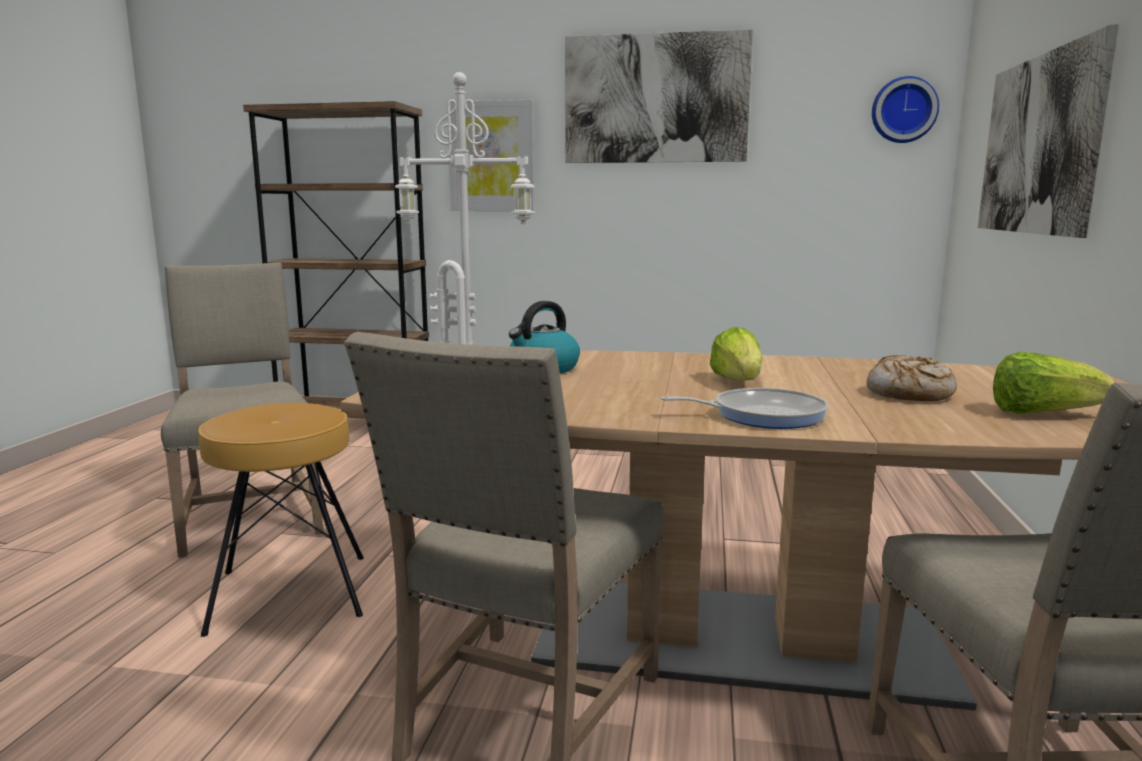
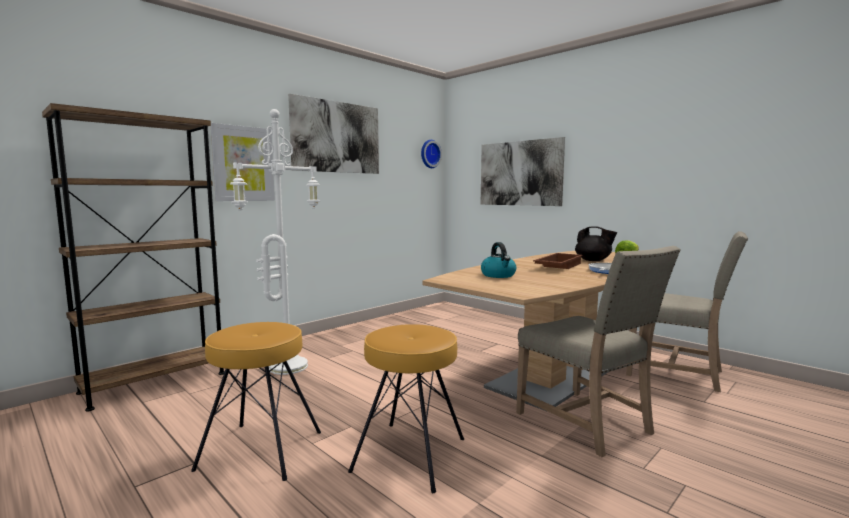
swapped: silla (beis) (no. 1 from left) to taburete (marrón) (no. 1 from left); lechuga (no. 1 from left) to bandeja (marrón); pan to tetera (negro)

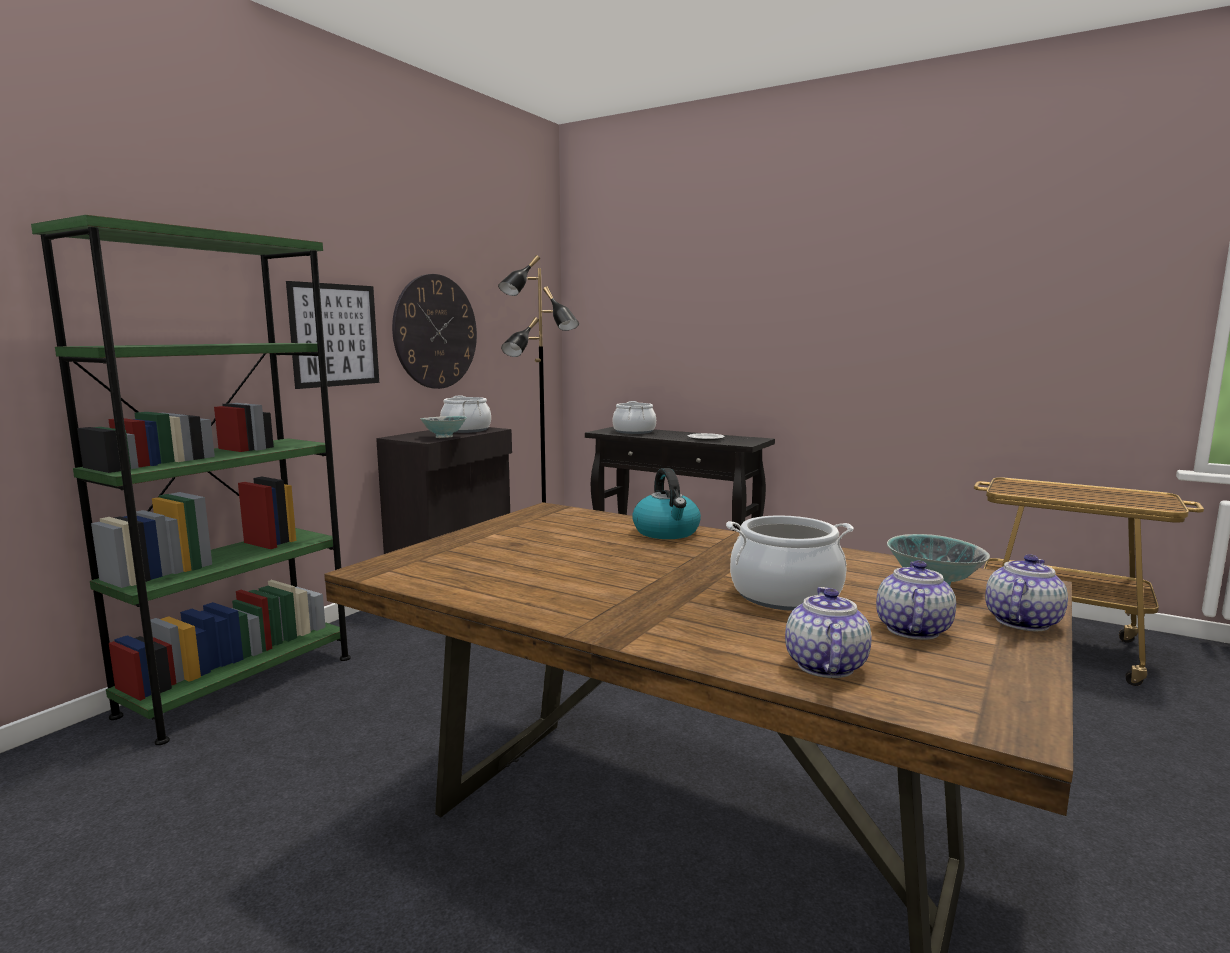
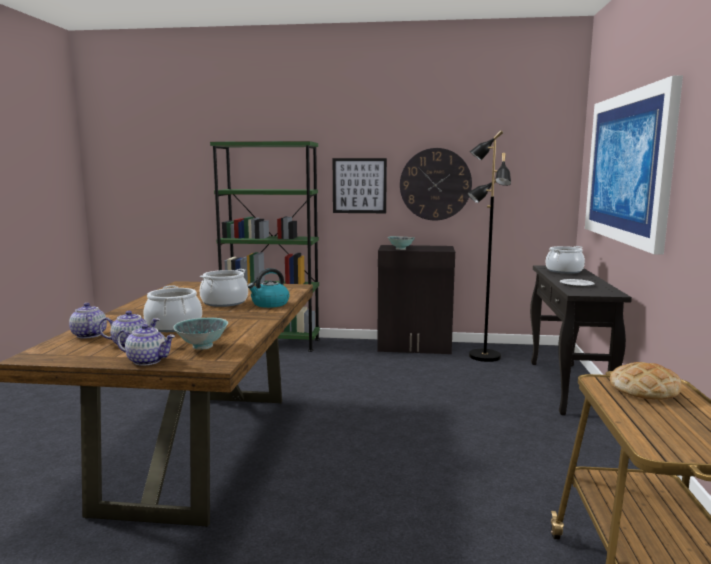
new: cuadro (no. 2 from left); pan
shifted: olla (no. 1 from left in the first image) to olla (no. 2 from left)
rotated: tetera (no. 1 from left) 105 degrees counterclockwise

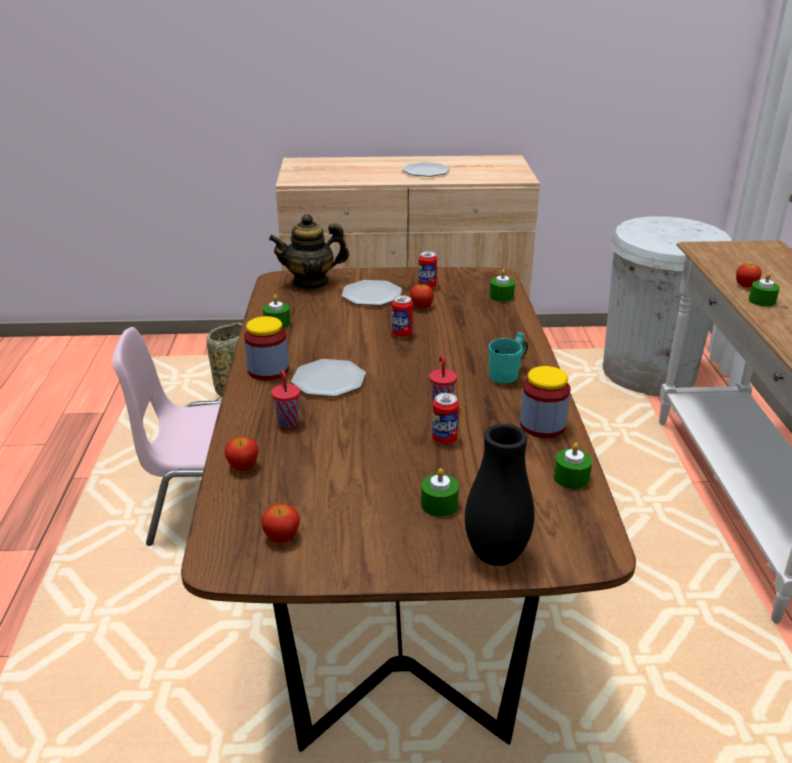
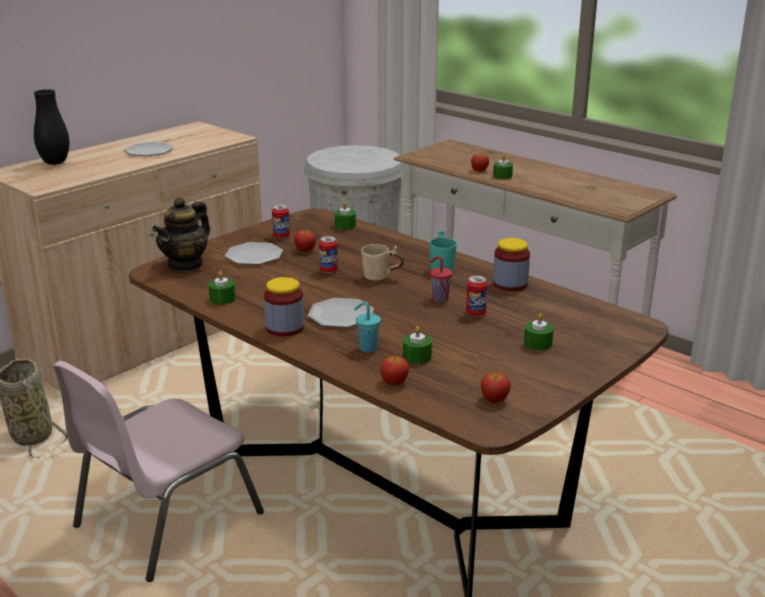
new: taza grande (beis)
shifted: florero (negro); vela (verde) (no. 4 from left in the first image) to vela (verde) (no. 3 from left)
repainted: taza (rojo) (no. 1 from left) to taza (turquesa)

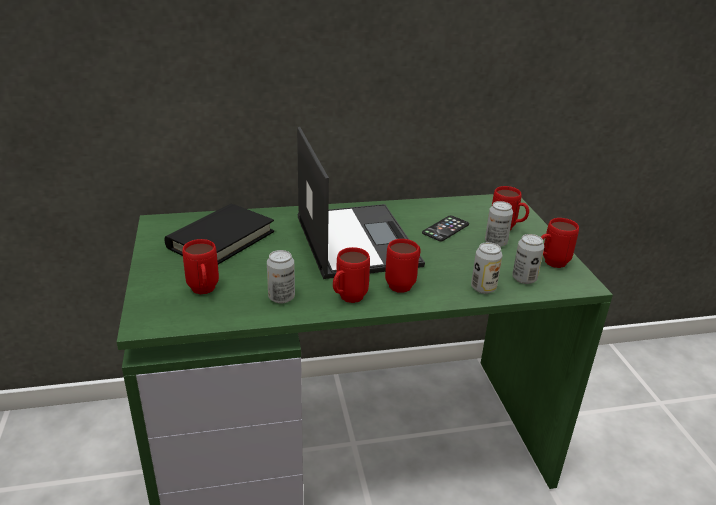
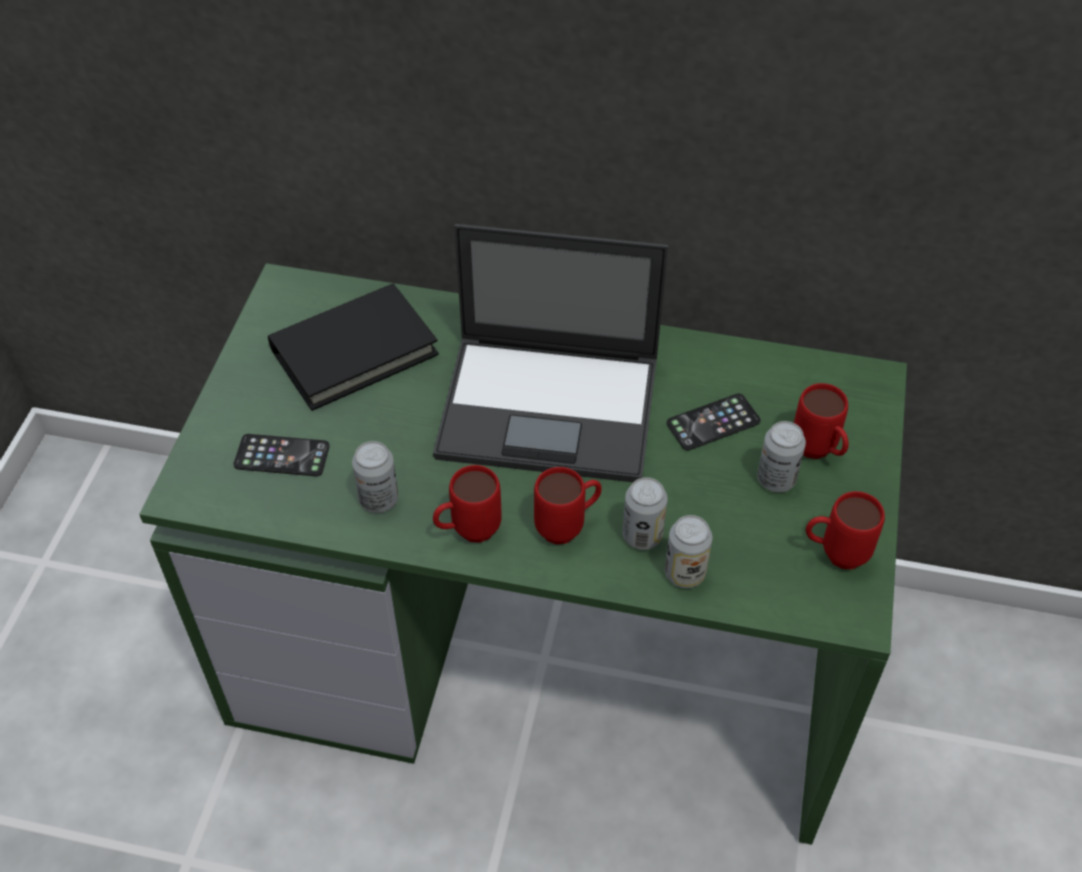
shifted: lata (no. 4 from left in the first image) to lata (no. 2 from left)
swapped: taza grande (rojo) (no. 1 from left) to móvil (no. 1 from left)
rotated: portátil 90 degrees clockwise

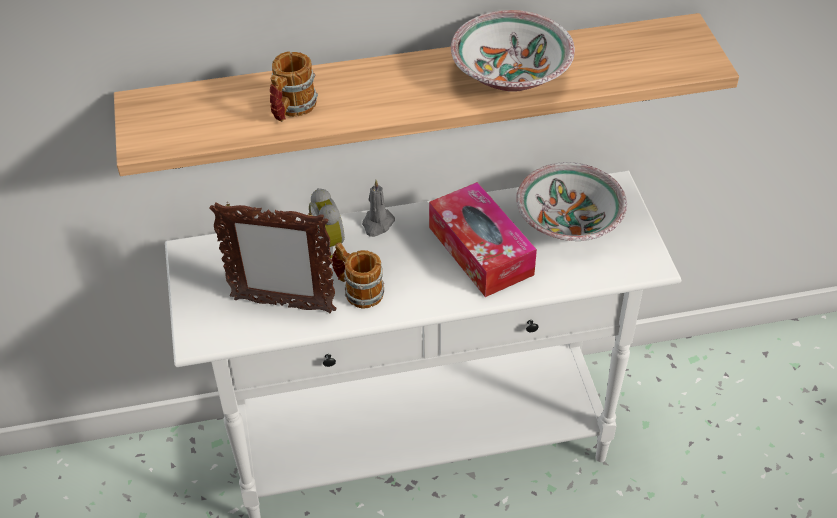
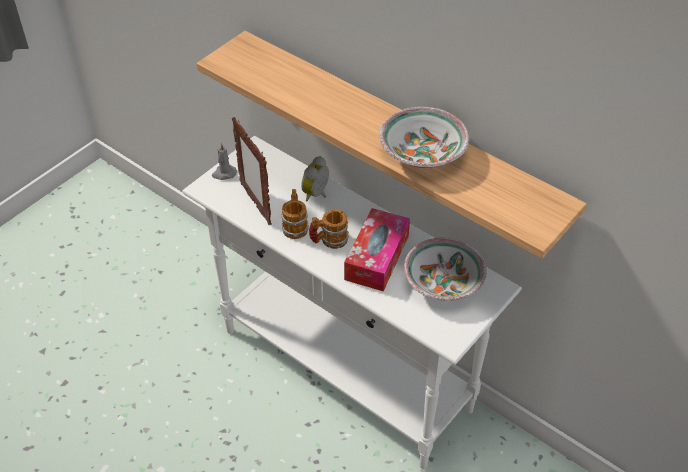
shifted: vela (gris); taza grande (no. 1 from left in the first image) to taza grande (no. 2 from left)

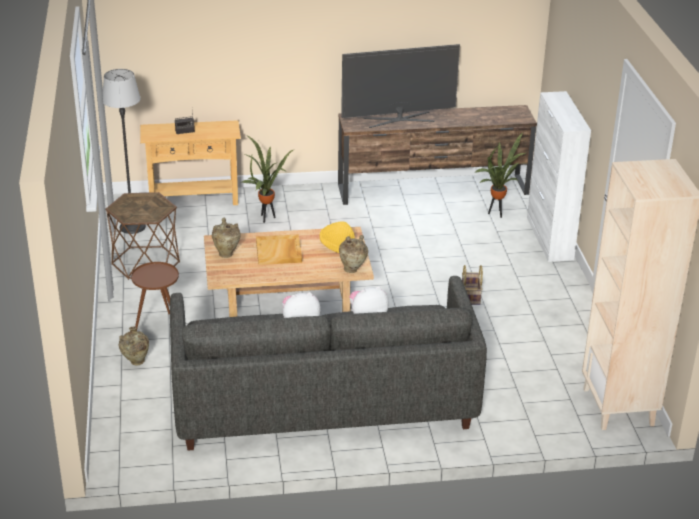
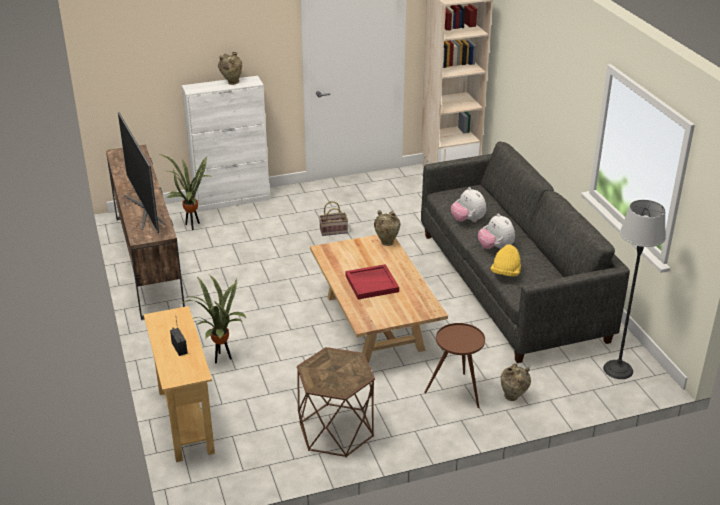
shifted: florero (beis) (no. 2 from left in the first image) to florero (beis) (no. 1 from left); sombrero (amarillo); lámpara de pie
repainted: bandeja (beis) to bandeja (rojo)

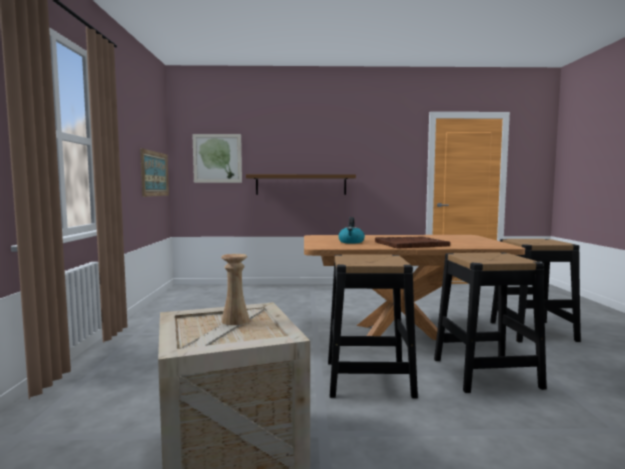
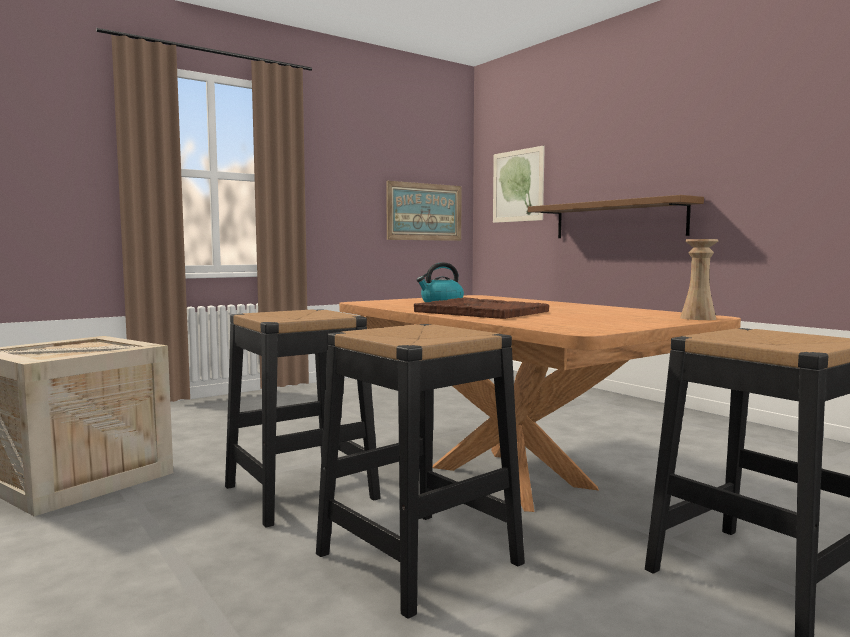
shifted: florero (beis)

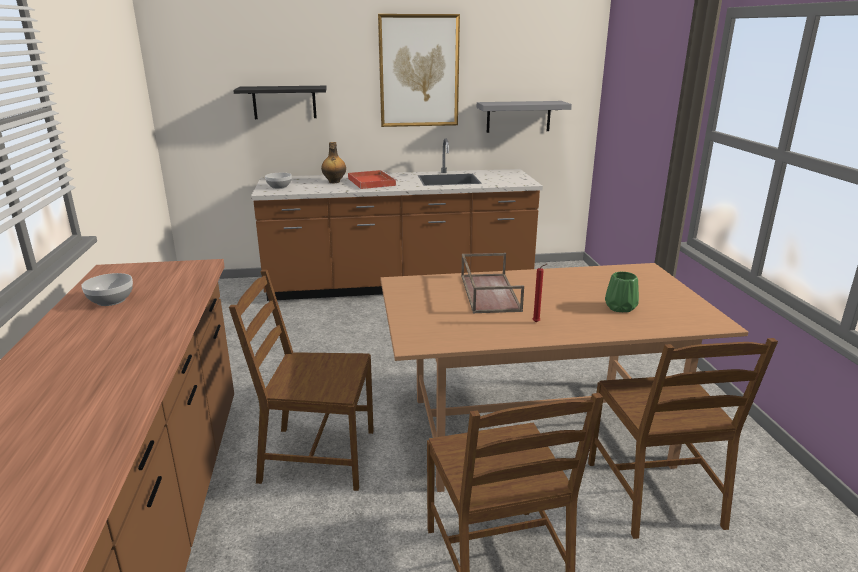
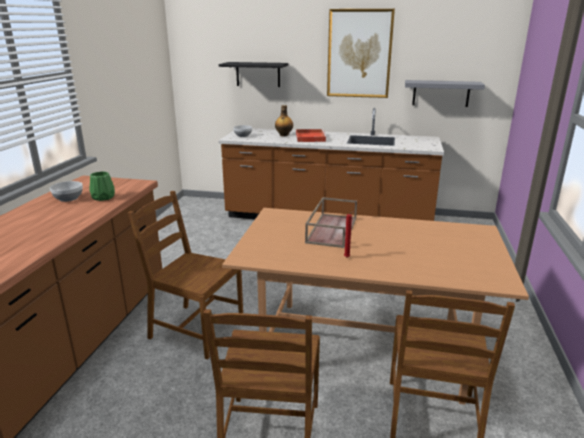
shifted: florero (verde)

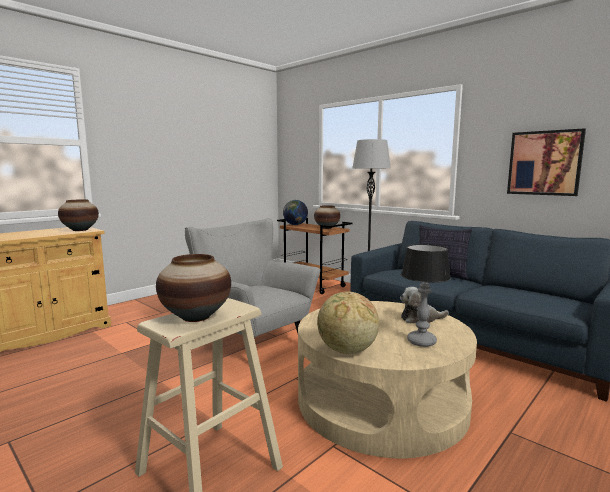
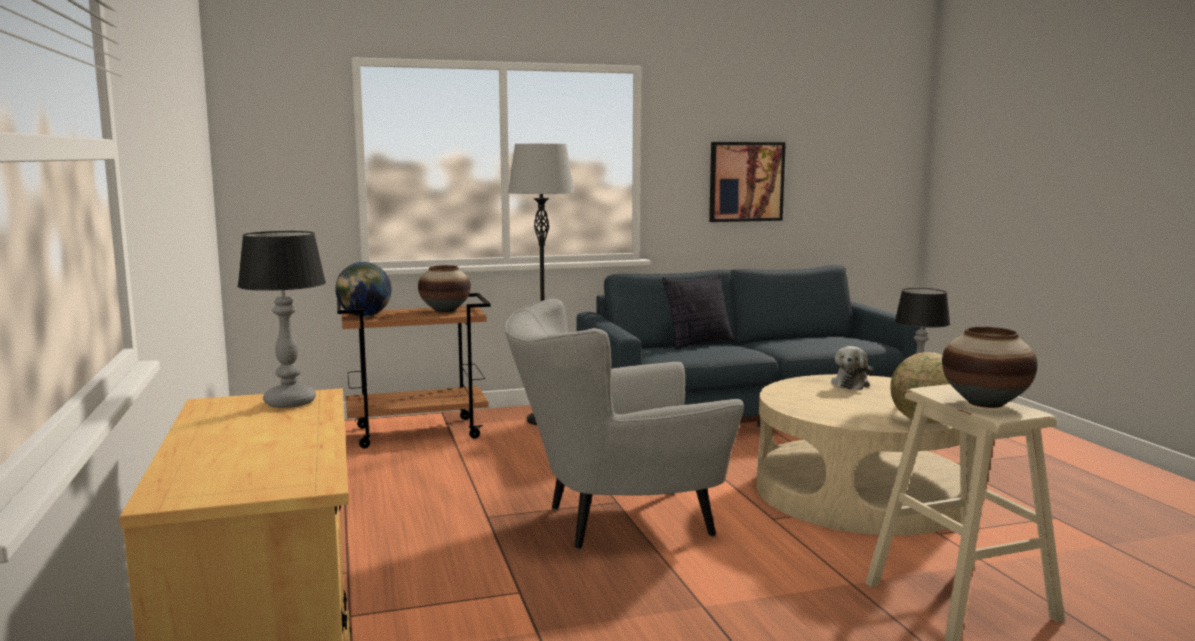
swapped: florero (no. 1 from left) to lámpara de mesa (no. 1 from left)

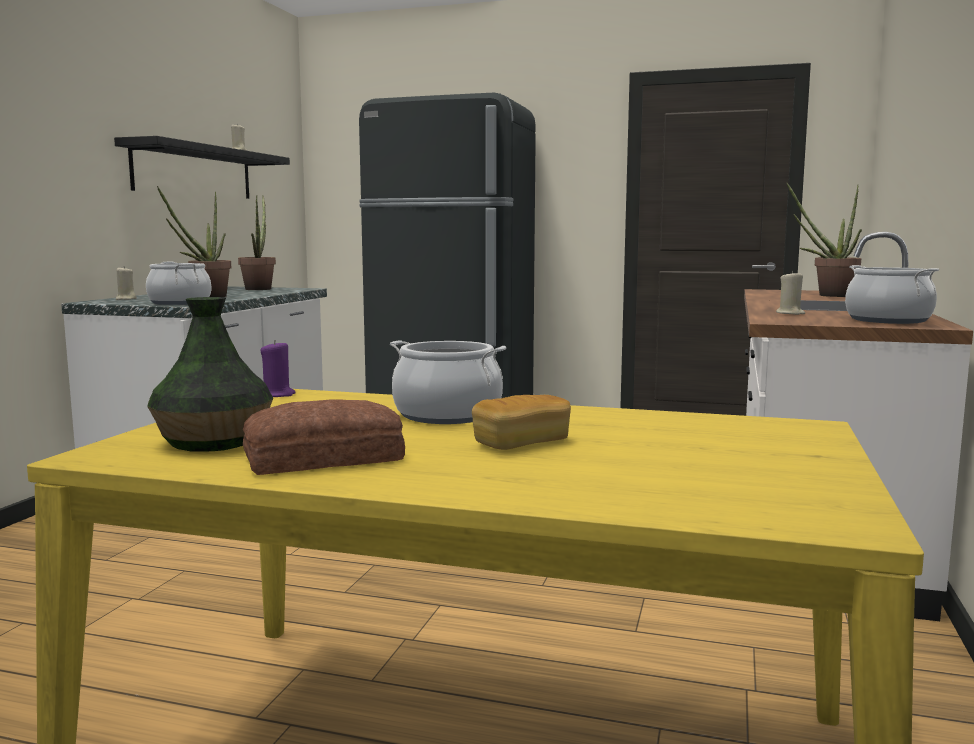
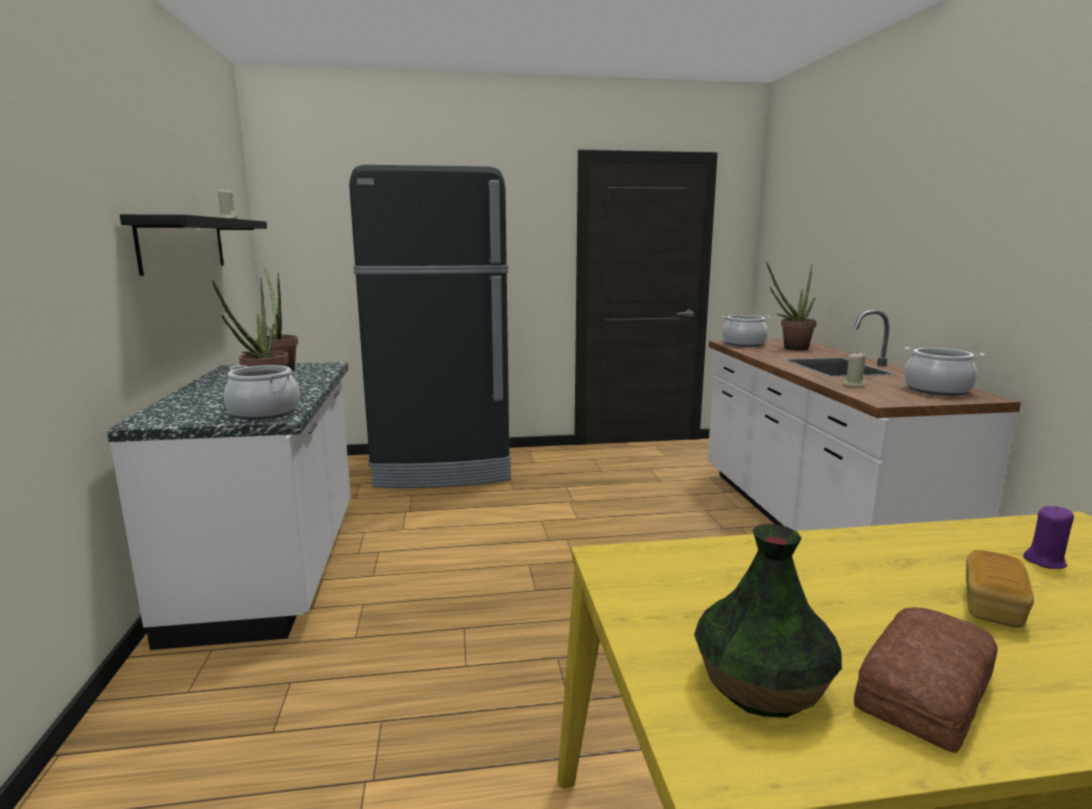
gone: vela (beis) (no. 1 from left)
shifted: olla (no. 2 from left); vela (morado)

